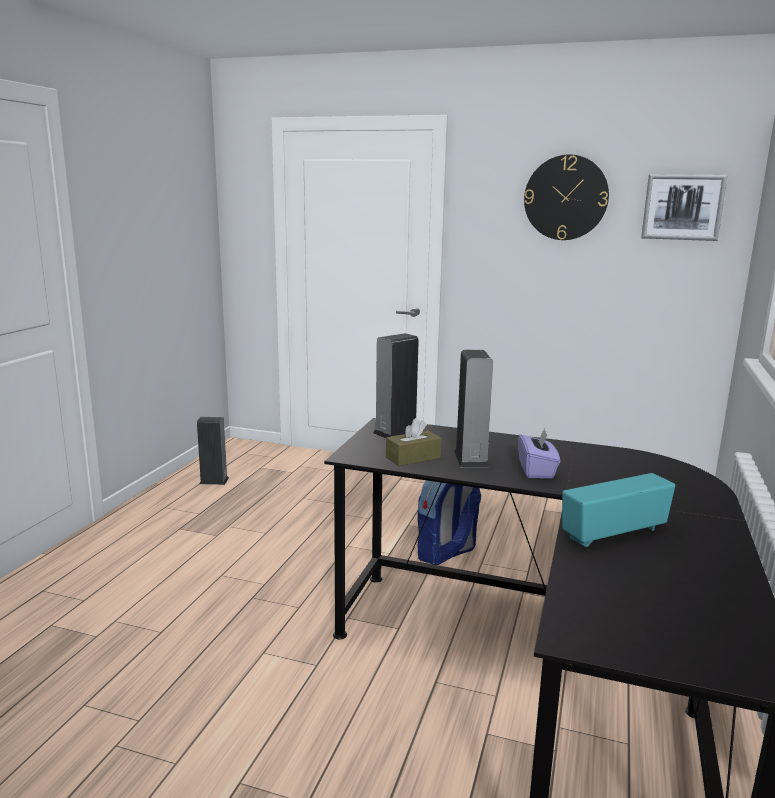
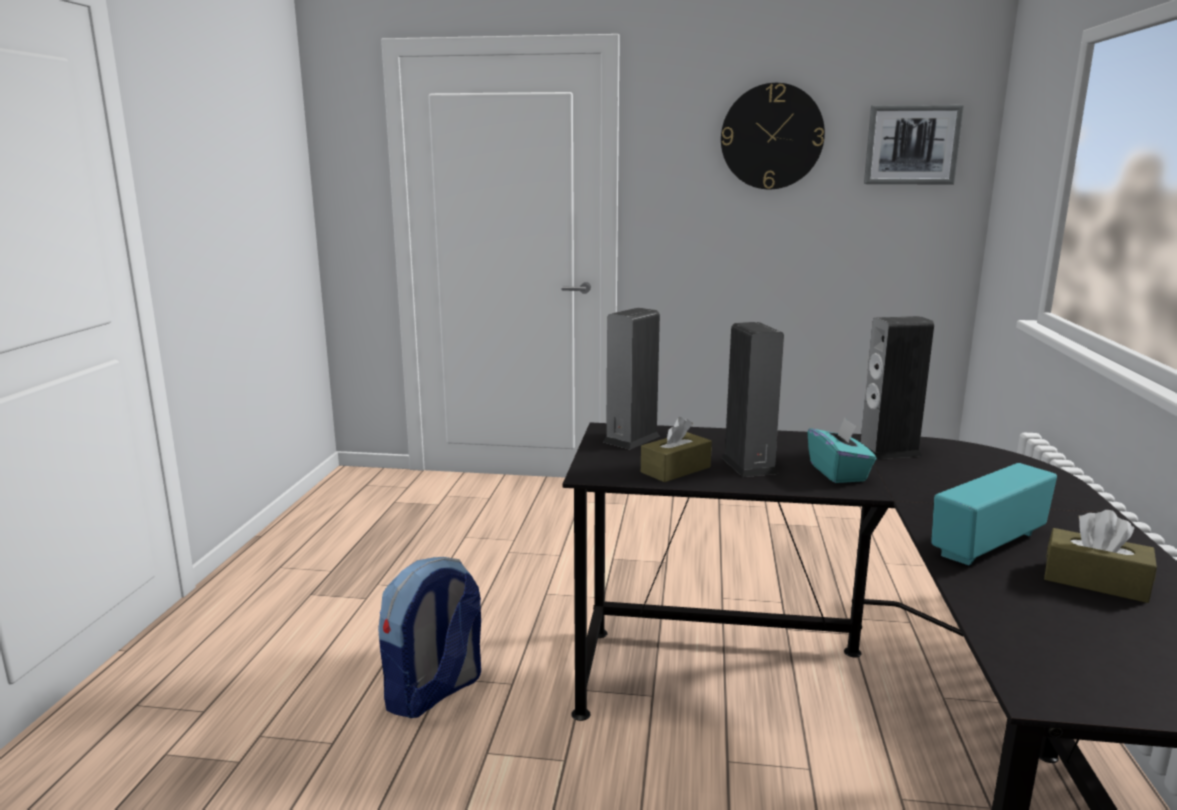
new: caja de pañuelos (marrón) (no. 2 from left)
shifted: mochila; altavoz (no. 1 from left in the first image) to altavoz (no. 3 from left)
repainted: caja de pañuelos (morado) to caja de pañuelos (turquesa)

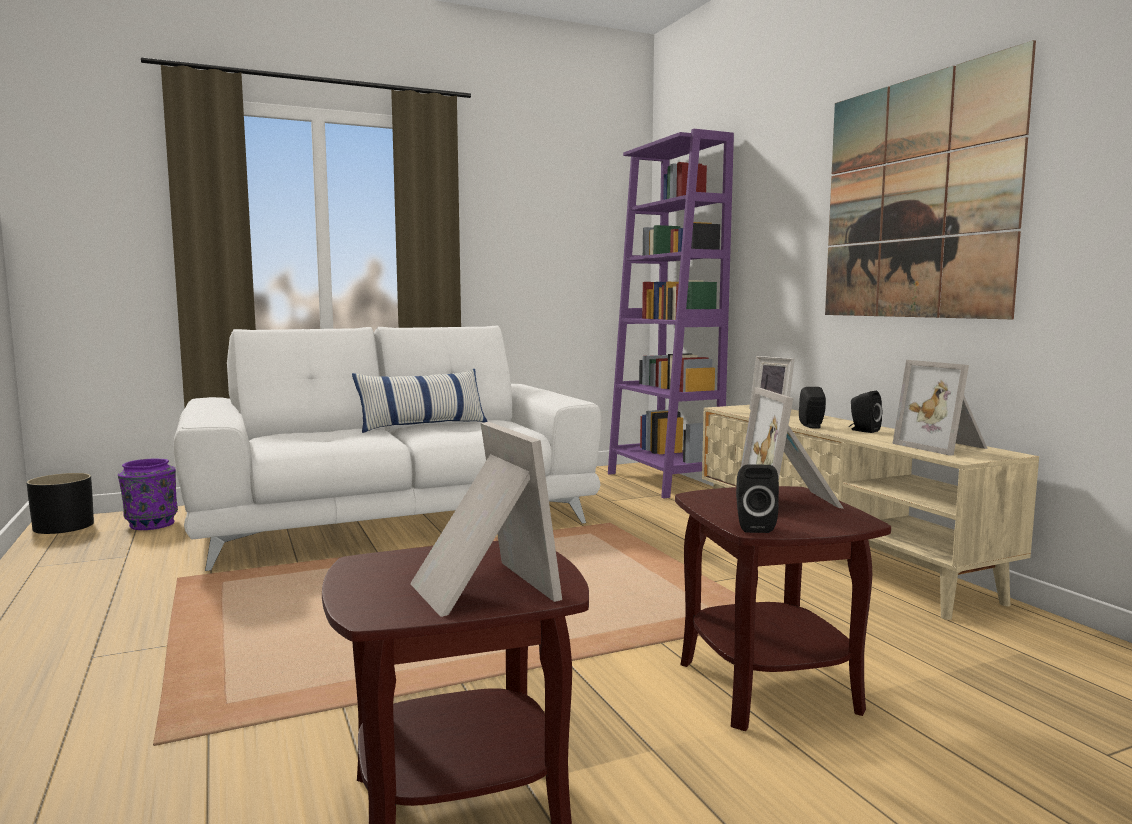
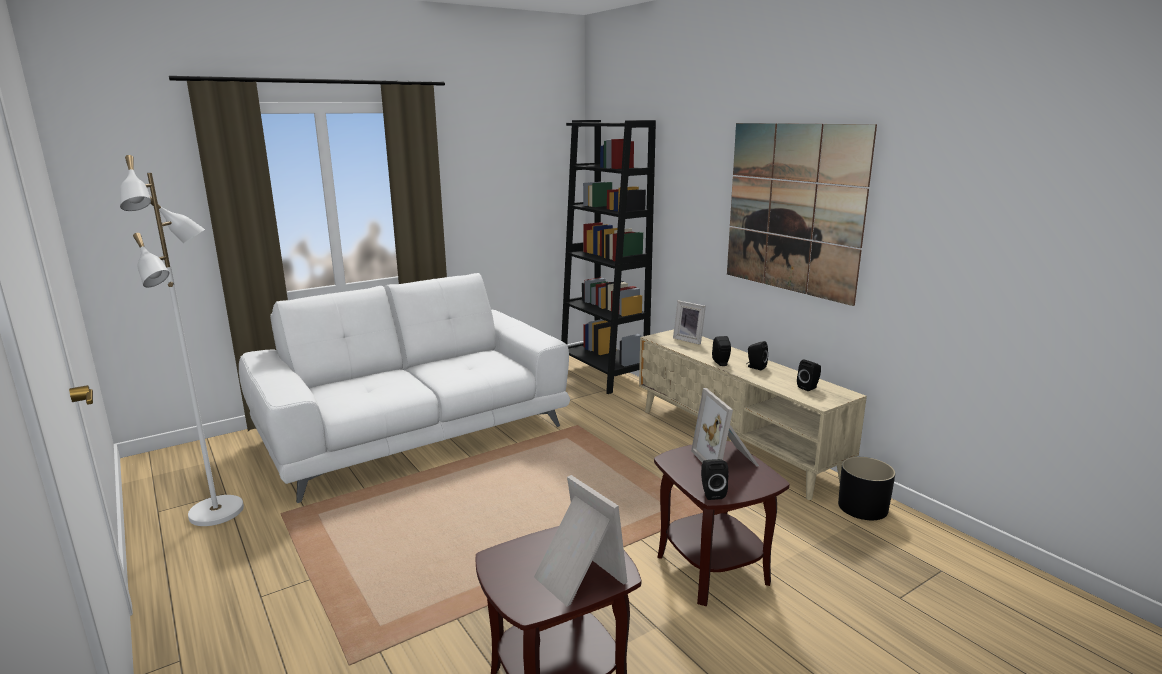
gone: florero (morado); cojín
new: lámpara de pie (blanco)
shifted: maceta (negro)
swapped: portarretratos (no. 4 from left) to altavoz (negro) (no. 4 from left)
repainted: estantería (morado) to estantería (negro)

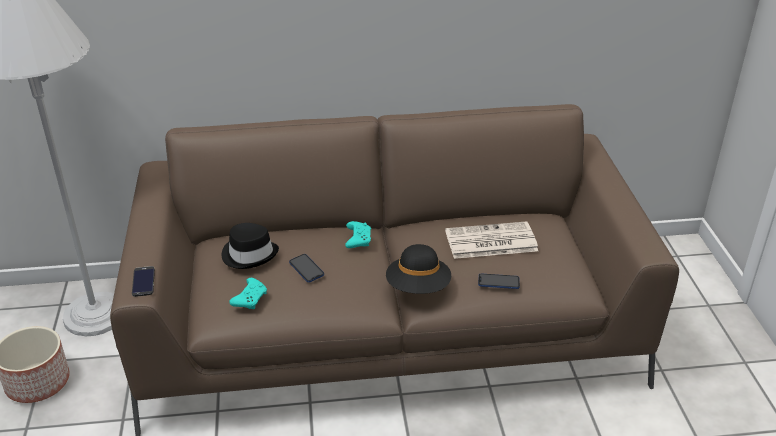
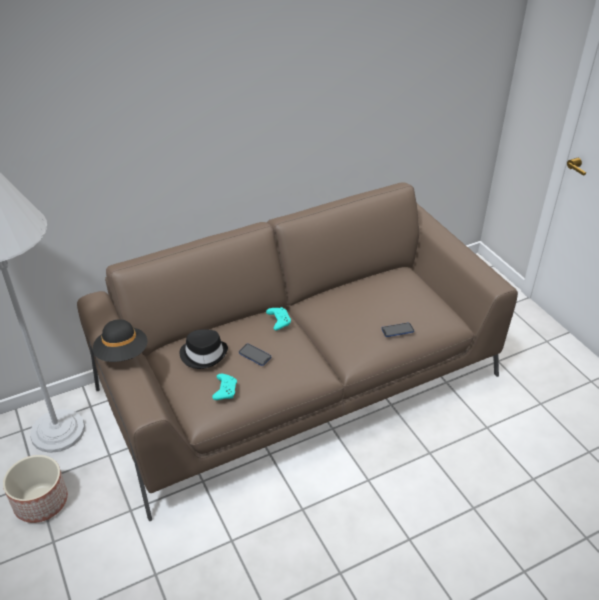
gone: móvil (no. 1 from left); periódico
shifted: sombrero (negro) (no. 2 from left in the first image) to sombrero (negro) (no. 1 from left)

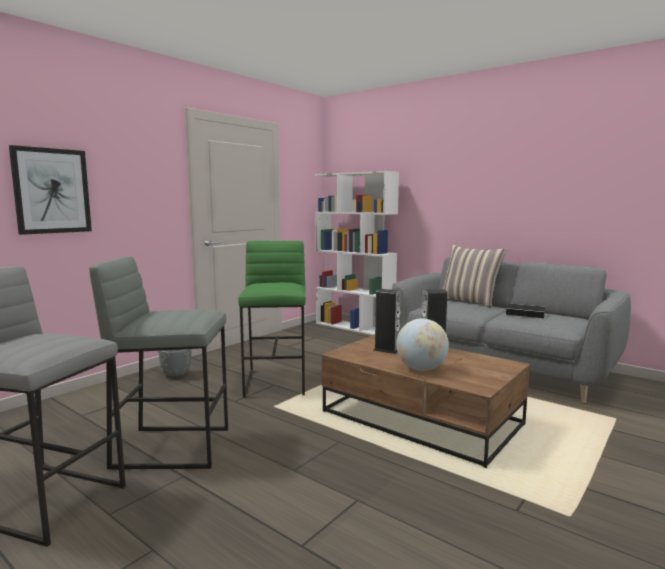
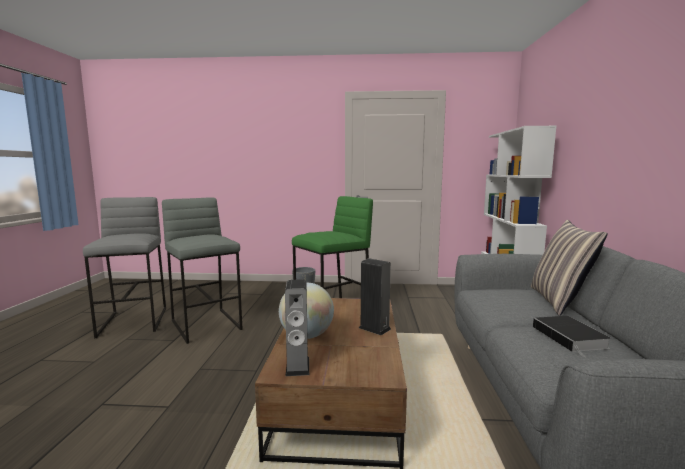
gone: cuadro
shifted: altavoz (no. 1 from left)

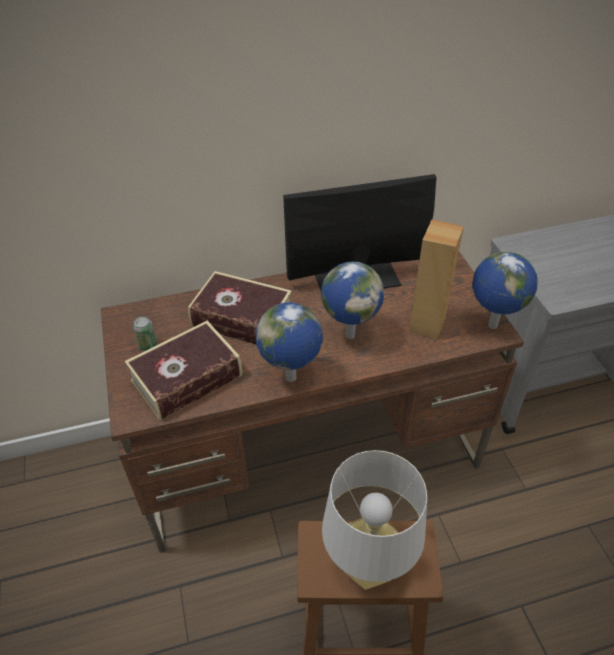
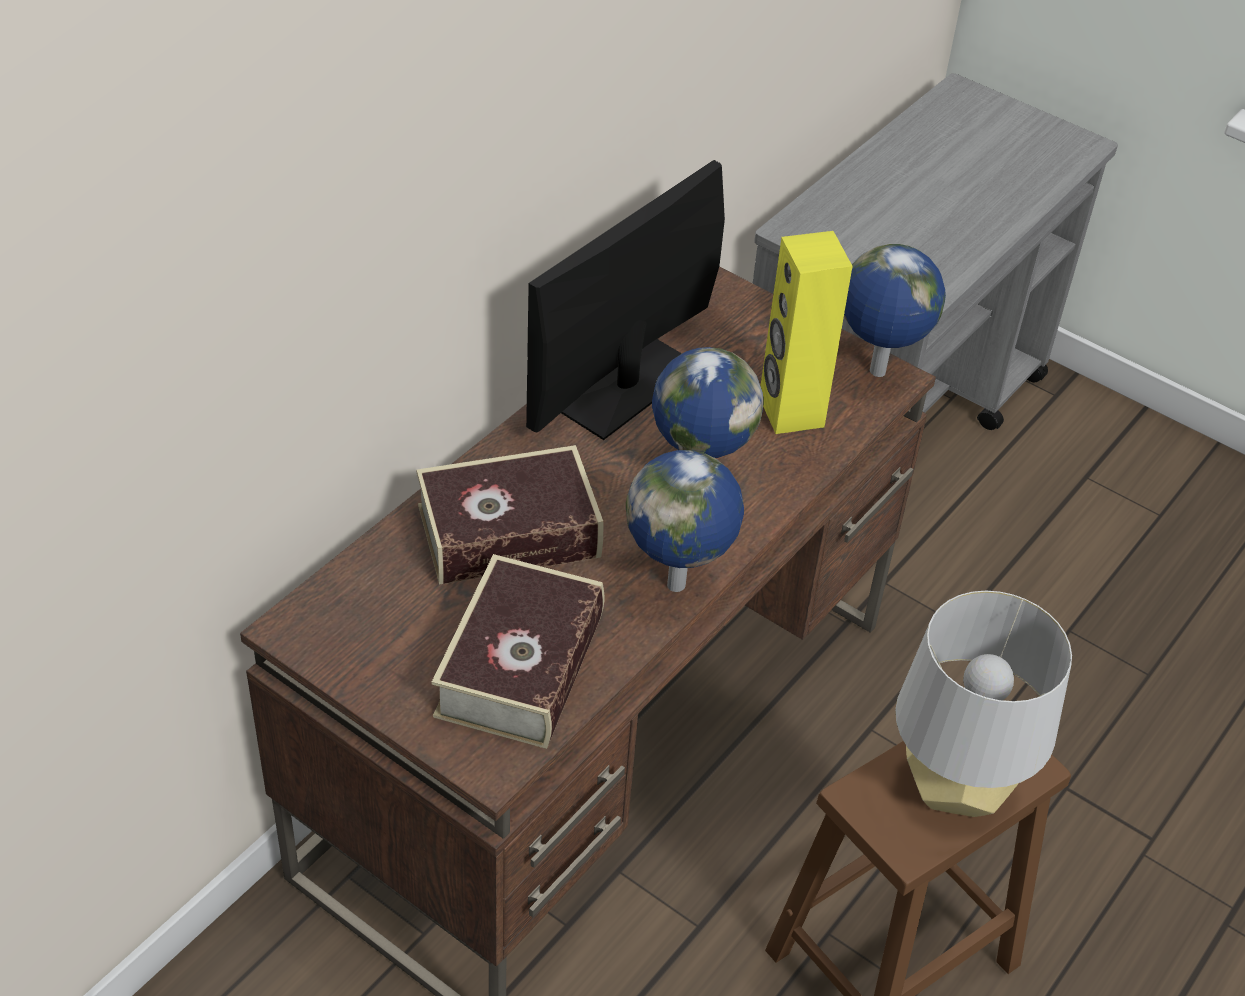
gone: lata
repainted: altavoz (marrón) to altavoz (amarillo)

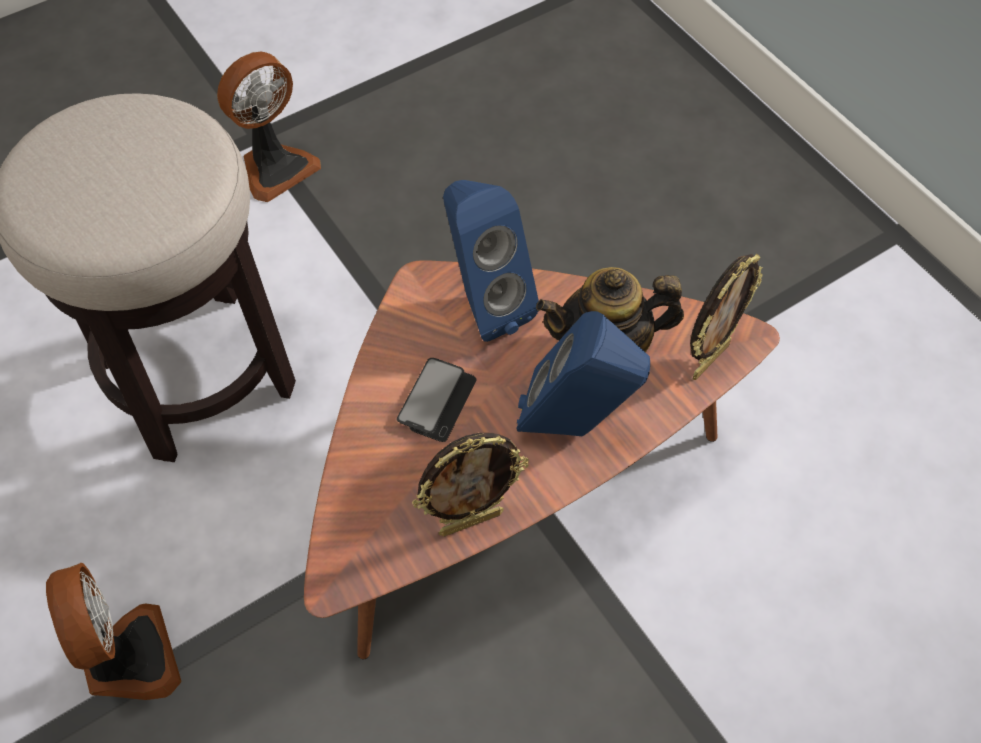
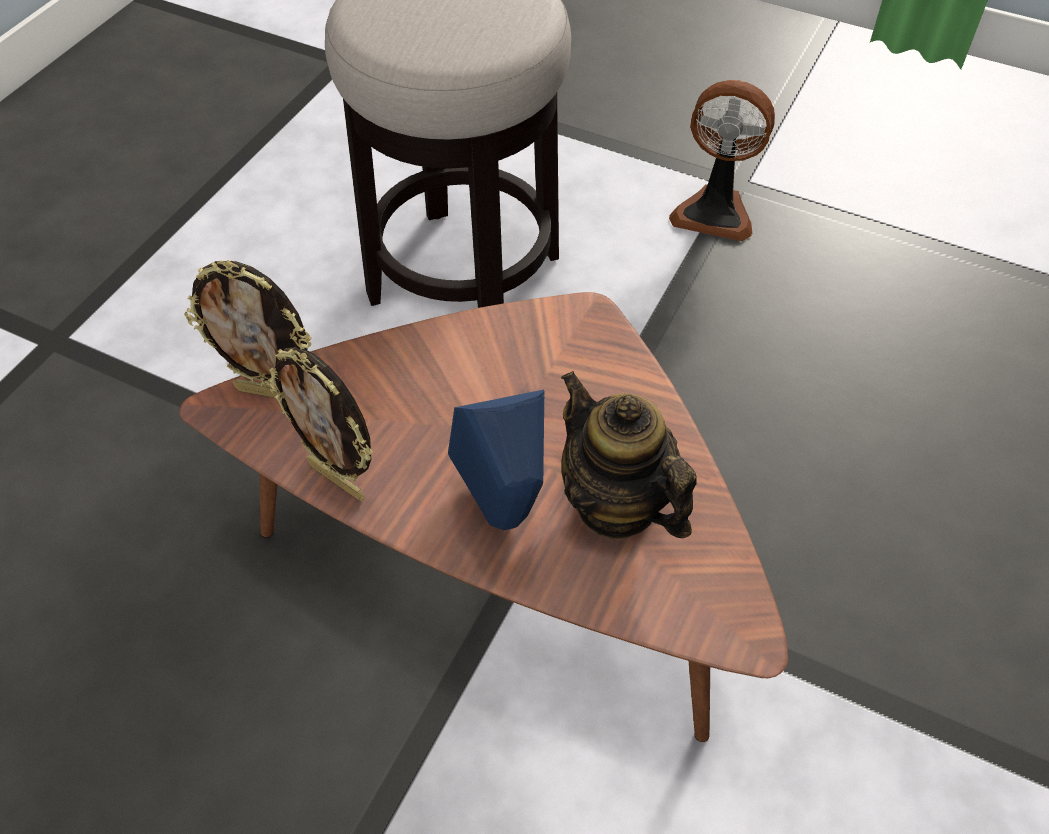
gone: ventilador (no. 1 from left); móvil; altavoz (azul) (no. 1 from left)
shifted: portarretratos (no. 2 from left in the first image) to portarretratos (no. 1 from left)

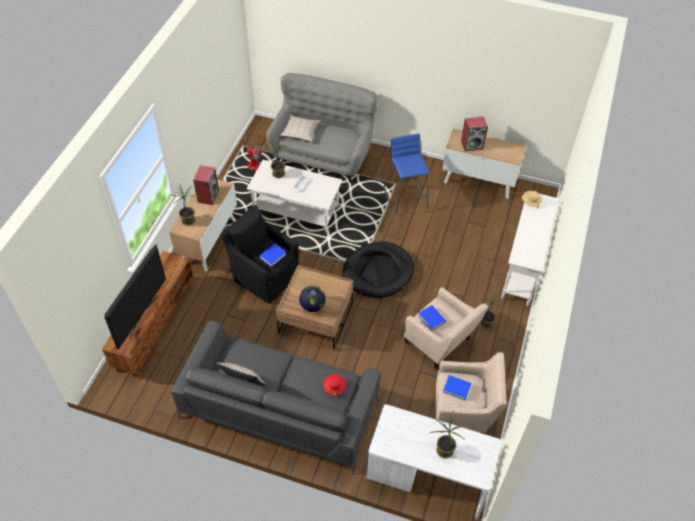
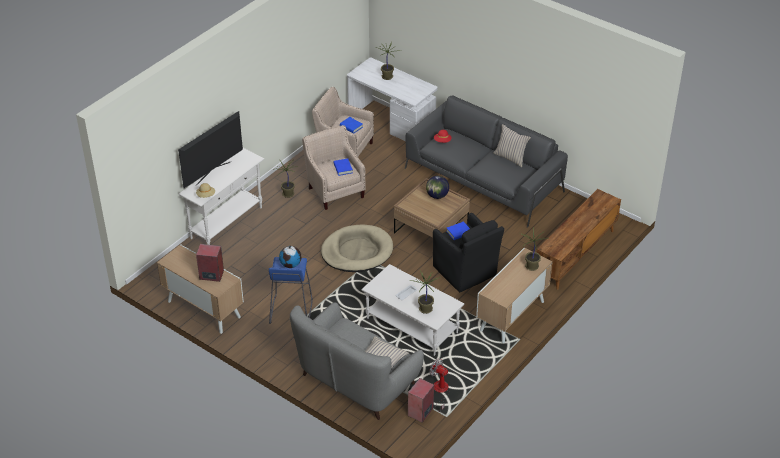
new: globo terráqueo (no. 1 from left)
shifted: televisor; altavoz (no. 1 from left in the first image) to altavoz (no. 2 from left)
repainted: cama para perro (negro) to cama para perro (beis)

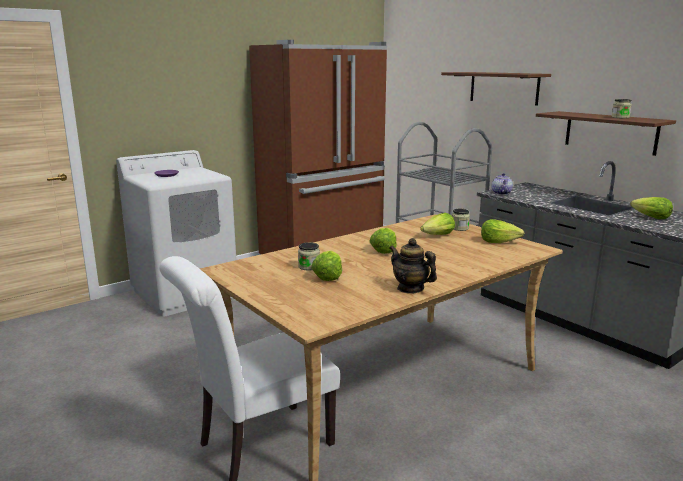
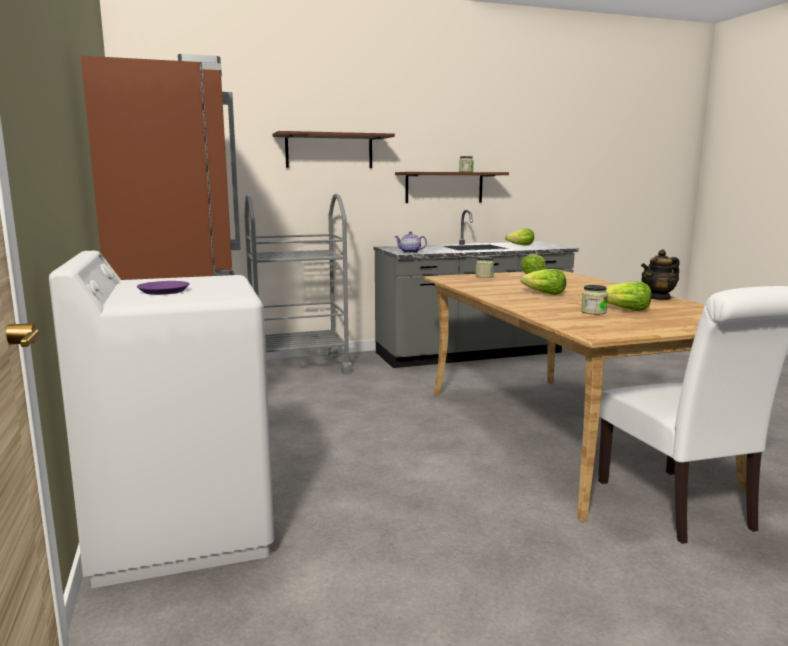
gone: lechuga (no. 3 from left)

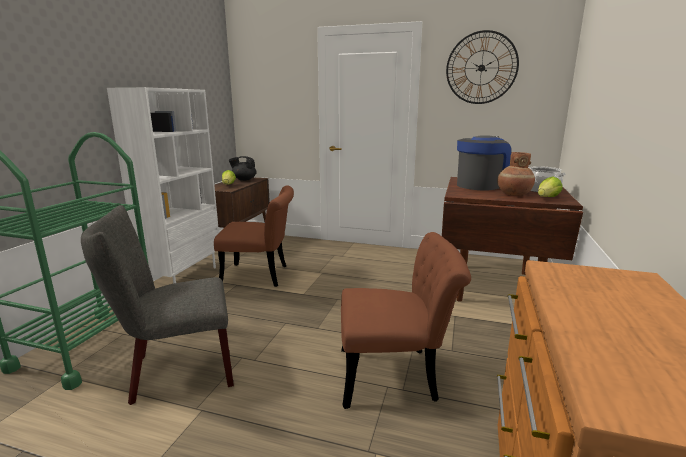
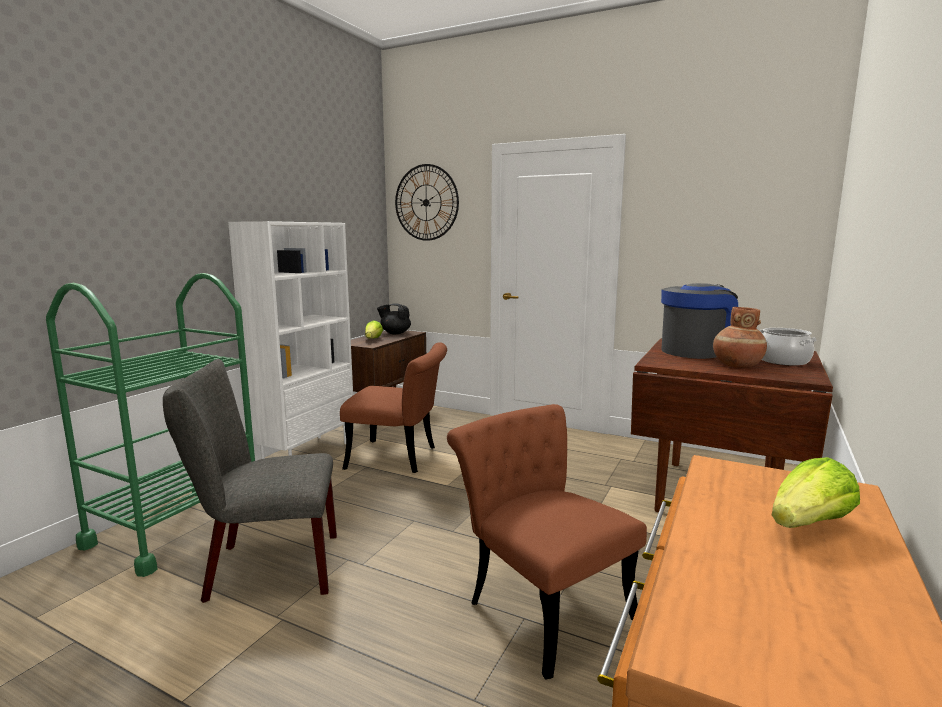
shifted: reloj de pared; lechuga (no. 2 from left)
rotated: silla (marrón) (no. 2 from left) 135 degrees counterclockwise

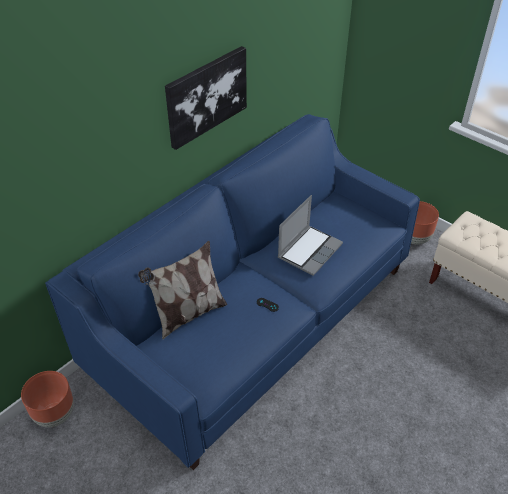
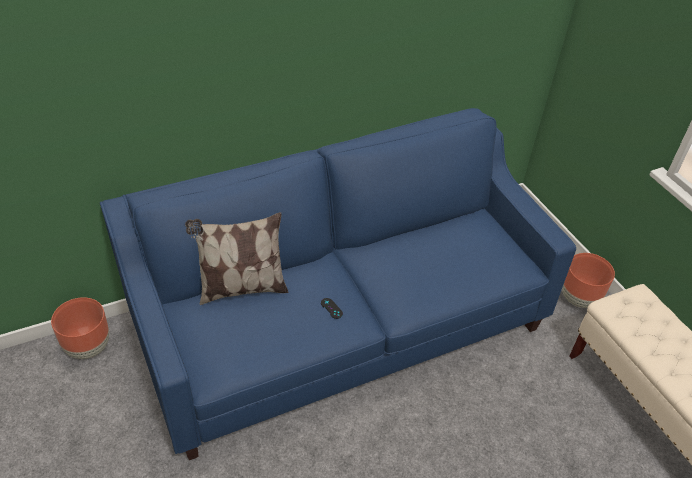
gone: cuadro; portátil

